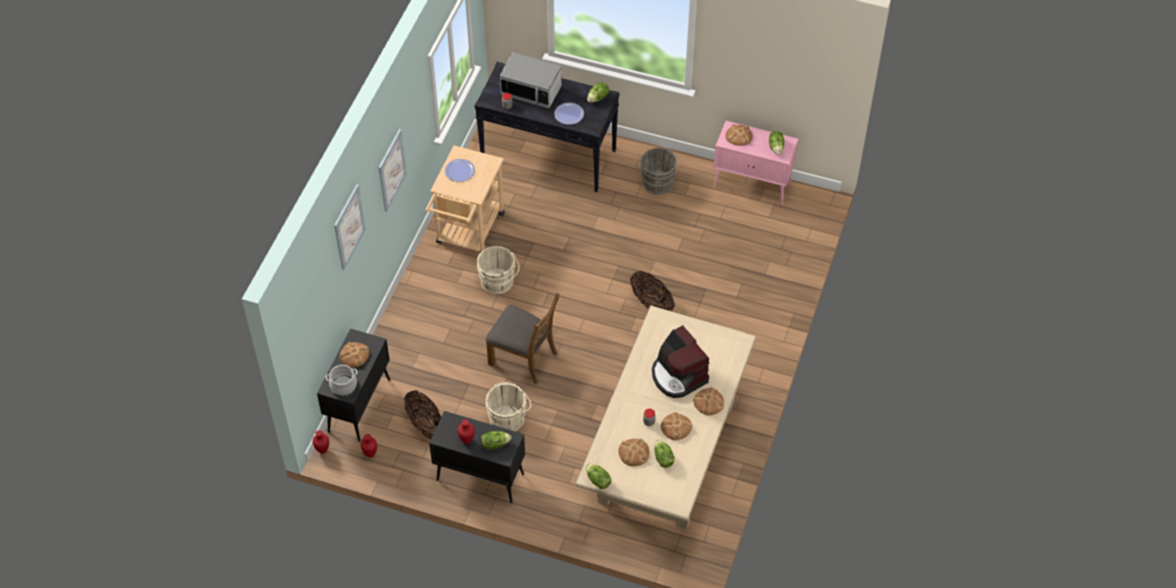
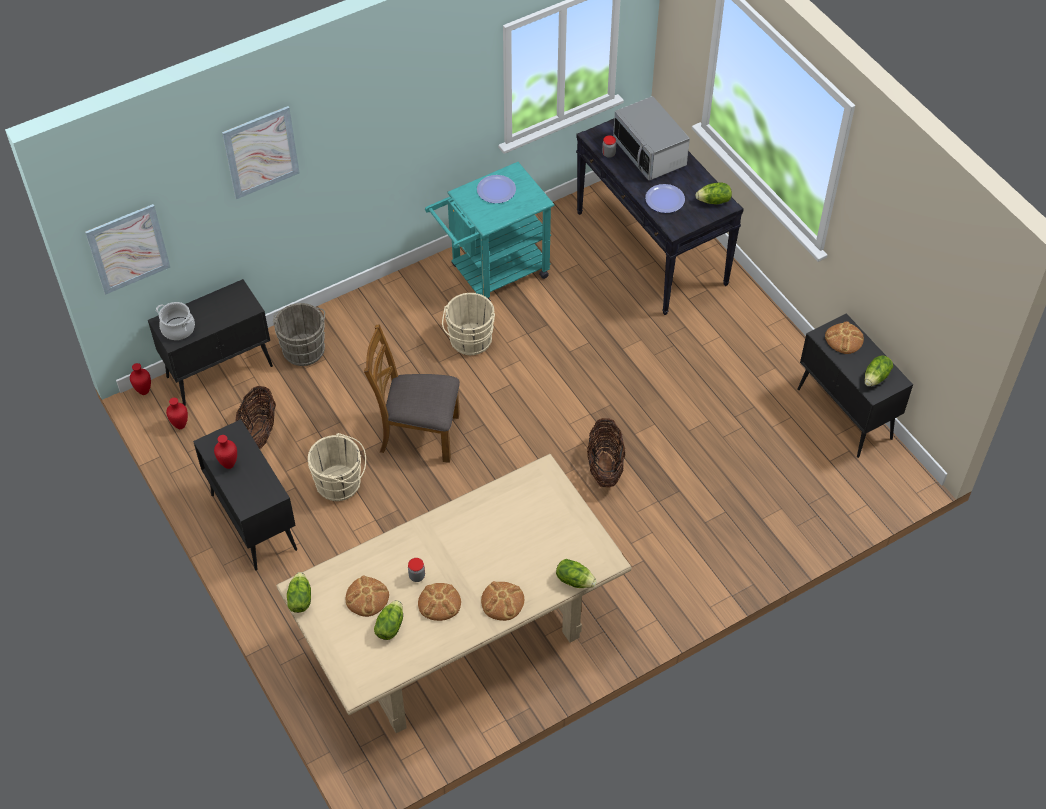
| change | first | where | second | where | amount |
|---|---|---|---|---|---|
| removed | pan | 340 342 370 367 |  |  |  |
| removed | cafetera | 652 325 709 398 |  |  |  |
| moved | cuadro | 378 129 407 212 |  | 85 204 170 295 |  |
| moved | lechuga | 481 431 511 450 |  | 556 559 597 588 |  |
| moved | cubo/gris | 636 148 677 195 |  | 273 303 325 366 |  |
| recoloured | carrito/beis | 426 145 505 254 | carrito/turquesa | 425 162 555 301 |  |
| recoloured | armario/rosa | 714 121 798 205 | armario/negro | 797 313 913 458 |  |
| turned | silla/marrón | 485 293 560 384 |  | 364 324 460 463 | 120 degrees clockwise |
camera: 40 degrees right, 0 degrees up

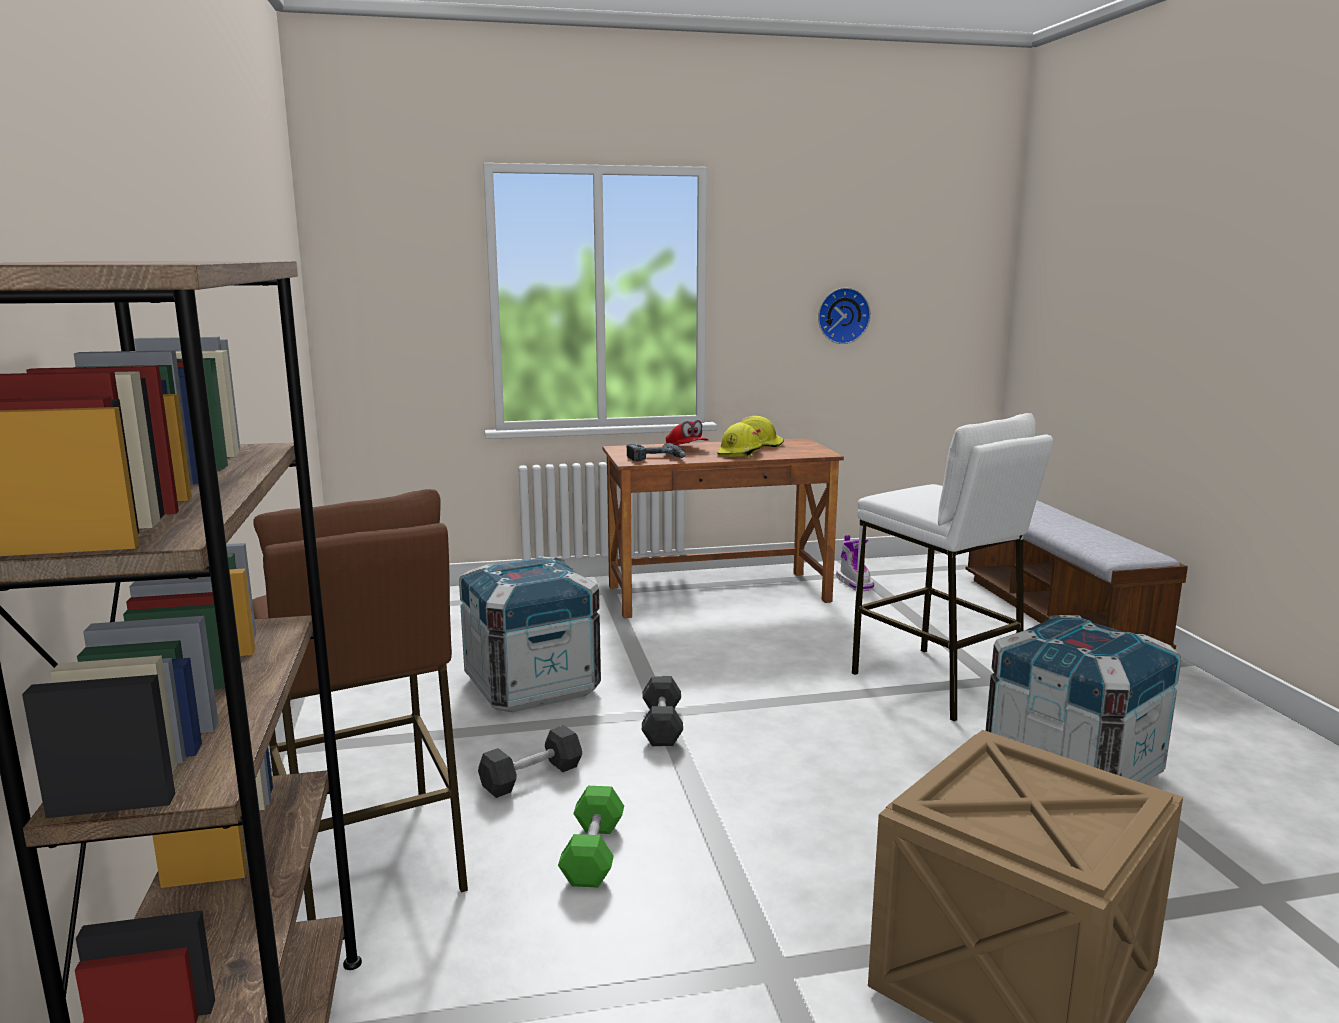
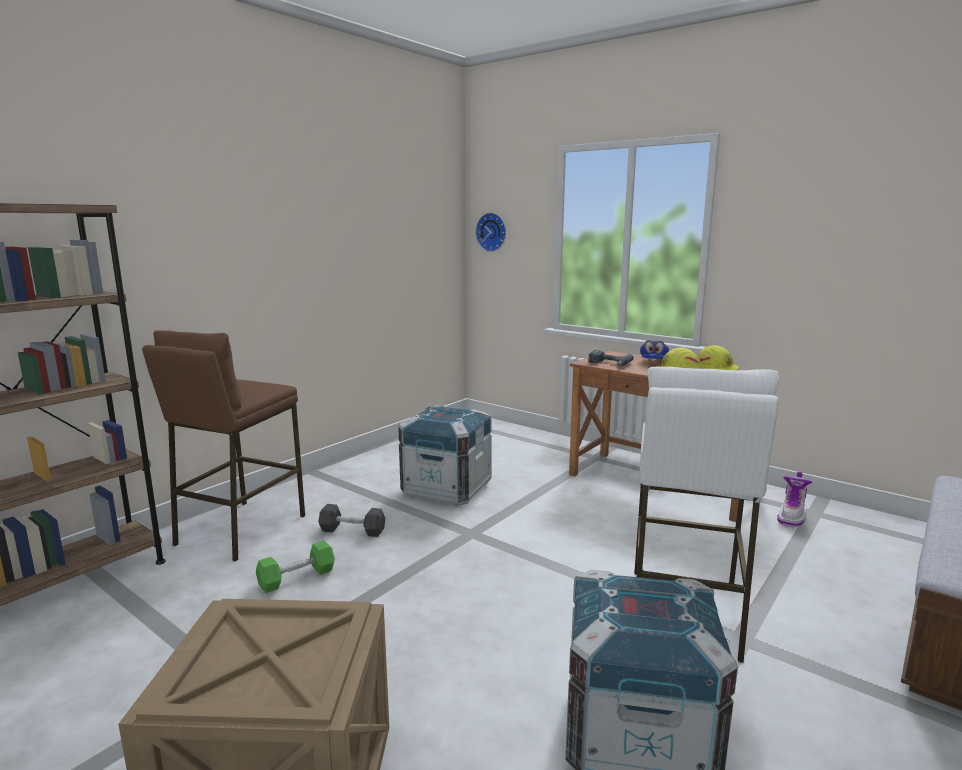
| change | first | where | second | where | amount |
|---|---|---|---|---|---|
| removed | mancuerna/gris | 642 676 683 746 |  |  |  |
| moved | reloj de pared | 818 288 871 344 |  | 476 213 506 252 |  |
| recoloured | gorra/rojo | 666 420 708 445 | gorra/azul | 640 340 669 359 |  |
camera: 50 degrees right, 0 degrees up

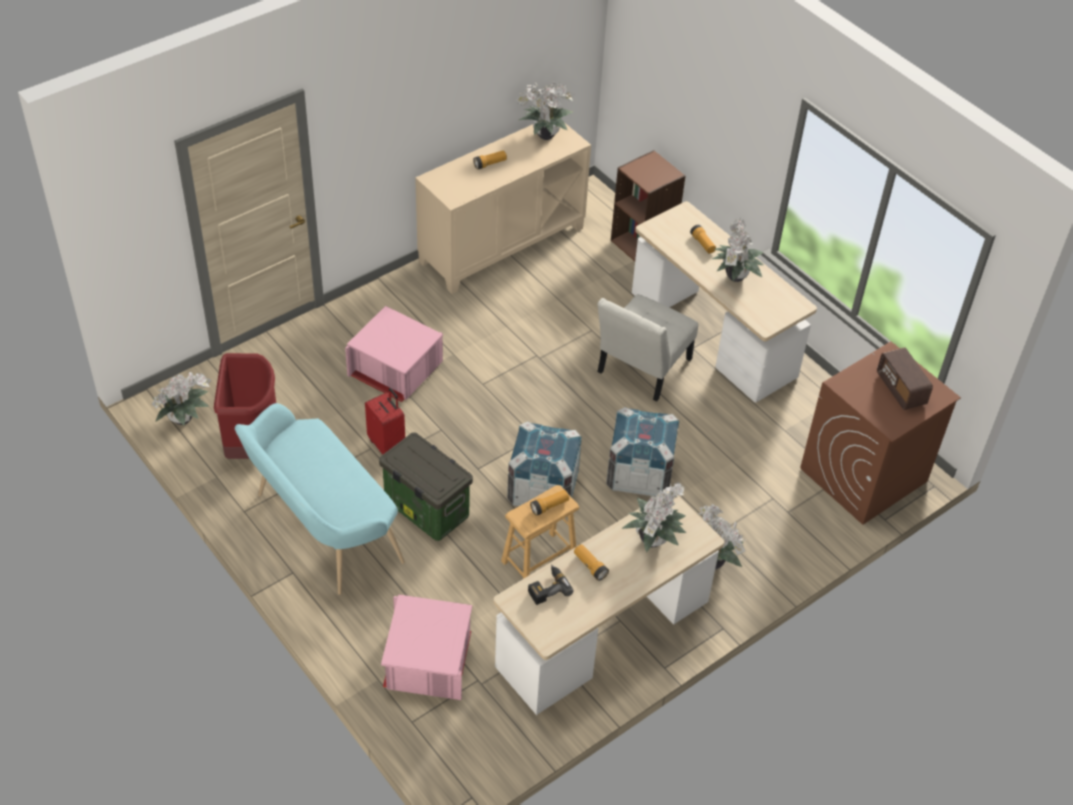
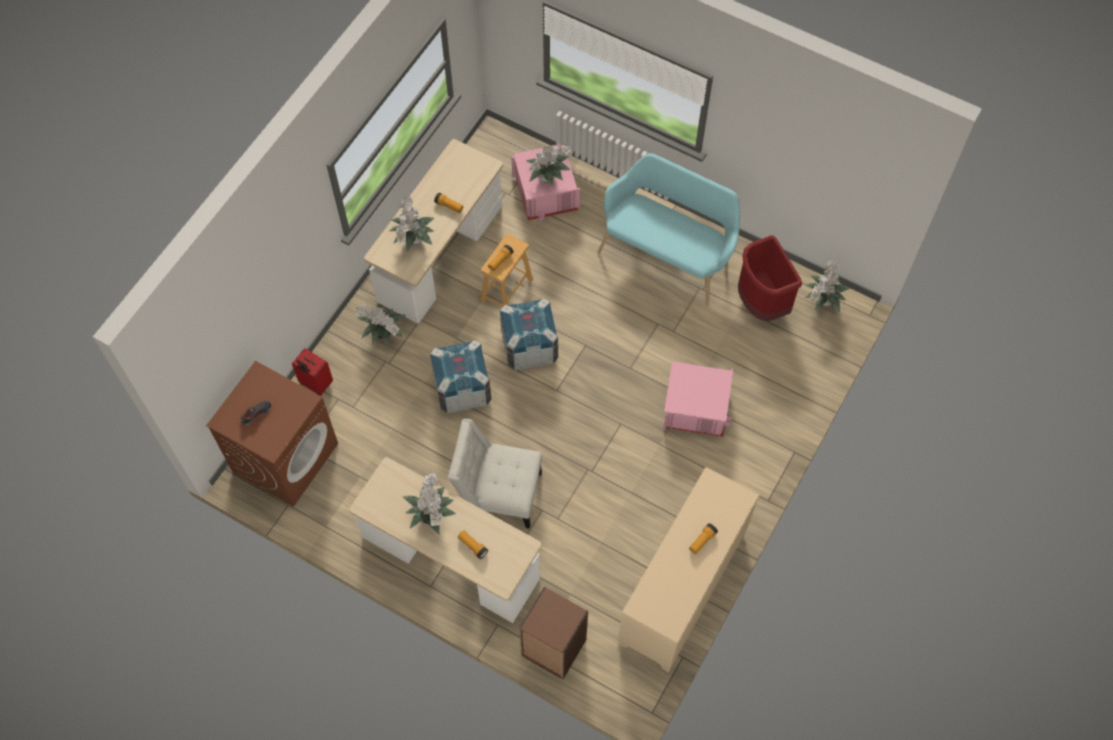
| change | first | where | second | where | amount |
|---|---|---|---|---|---|
| removed | caja de almacenaje | 379 432 473 541 |  |  |  |
| removed | taladro | 528 564 573 605 |  |  |  |
| moved | maleta/rojo | 365 388 405 455 |  | 292 348 333 396 |  |
| moved | planta en maceta | 515 81 574 140 |  | 526 144 574 186 |  |
| replaced | radio | 877 347 933 410 | zapato | 240 401 272 426 |  |
| turned | silla/blanco | 597 294 698 402 |  | 448 419 542 529 | 90 degrees counterclockwise |
camera: 160 degrees right, 15 degrees up

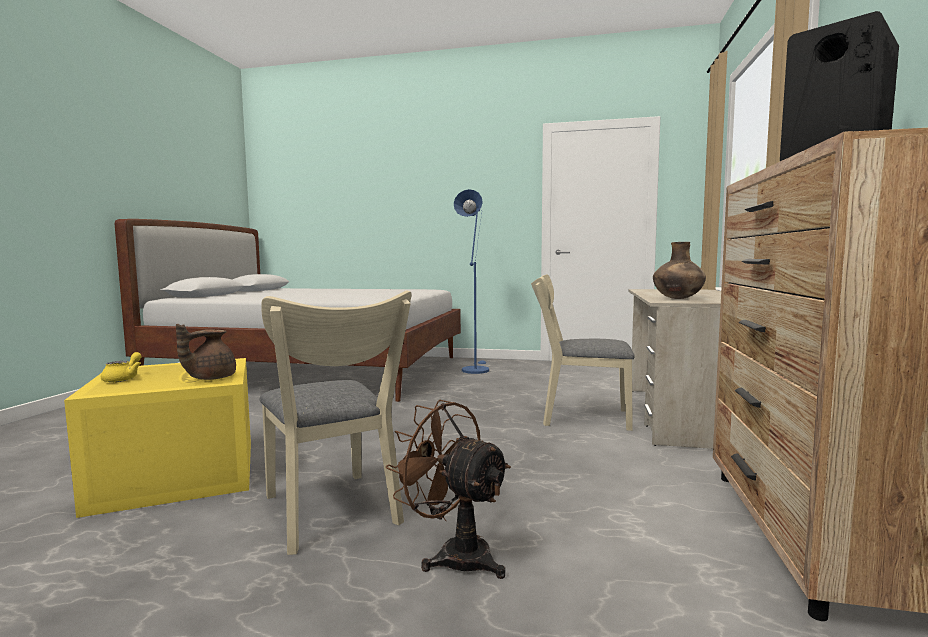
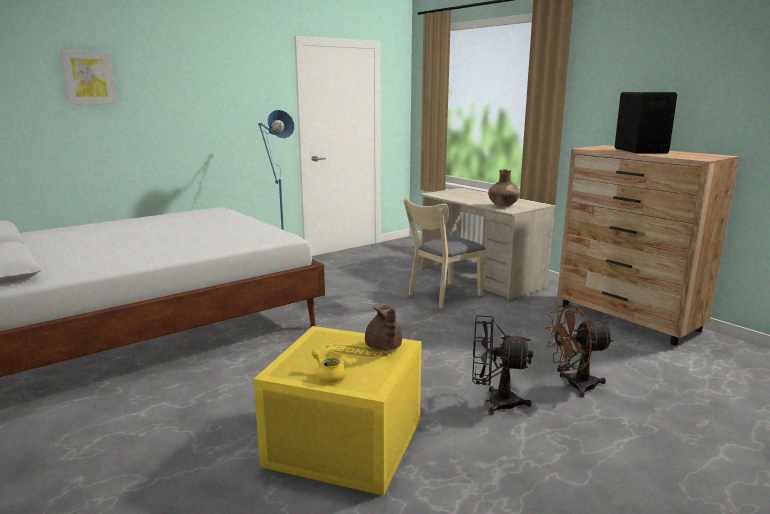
| change | first | where | second | where | amount |
|---|---|---|---|---|---|
| added |  |  | cuadro | 60 50 117 105 |  |
| replaced | silla/beis | 260 290 411 555 | ventilador/negro | 472 316 533 415 |  |
camera: 50 degrees left, 10 degrees up

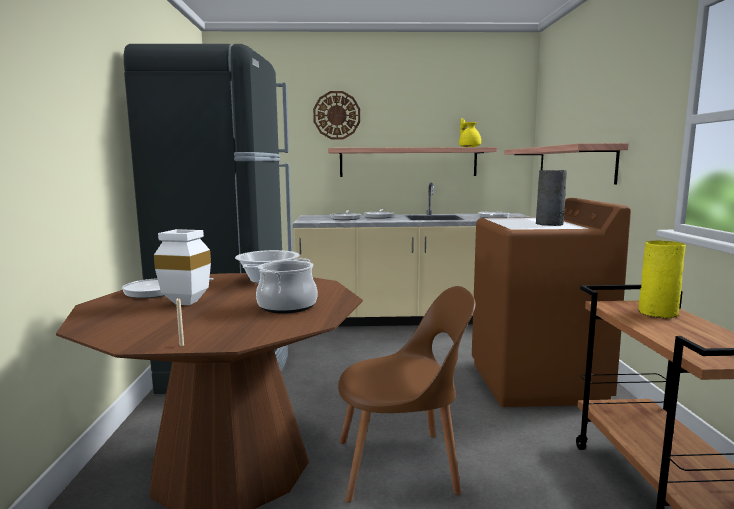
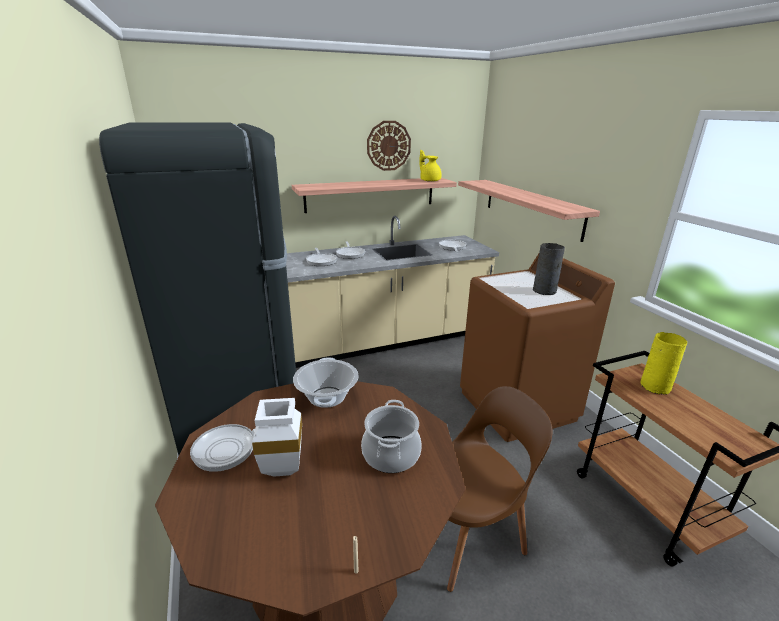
| change | first | where | second | where | amount |
|---|---|---|---|---|---|
| moved | reloj de pared | 313 91 360 139 |  | 367 121 411 171 |  |
camera: 20 degrees left, 15 degrees up

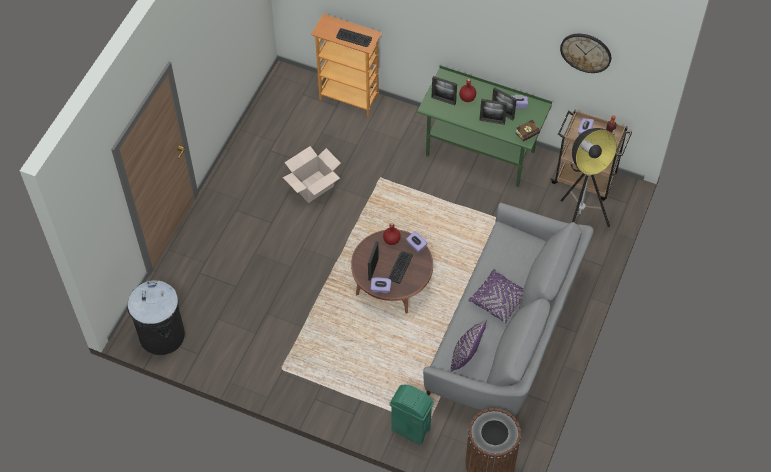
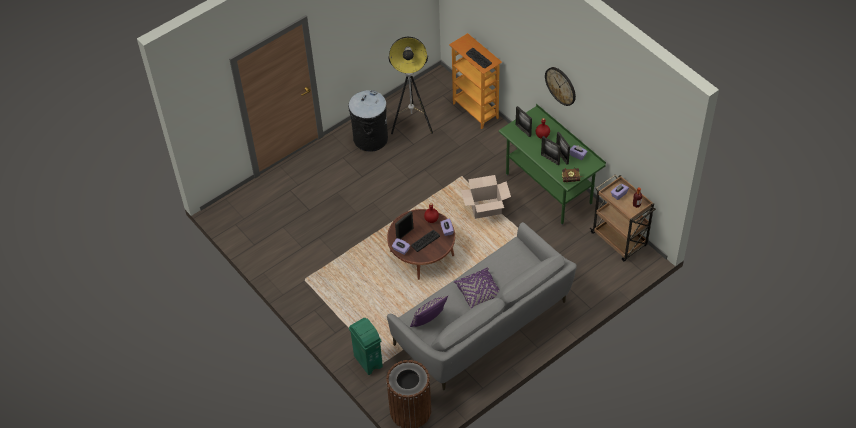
| change | first | where | second | where | amount |
|---|---|---|---|---|---|
| moved | papelera/negro | 127 280 185 355 |  | 348 90 388 152 |  |
| moved | caja de cartón | 283 146 341 203 |  | 461 175 511 219 |  |
| moved | reloj de pared | 560 34 611 73 |  | 545 67 576 106 |  |
| moved | lámpara de pie | 561 128 617 227 |  | 388 37 433 134 |  |
camera: 30 degrees right, 5 degrees down

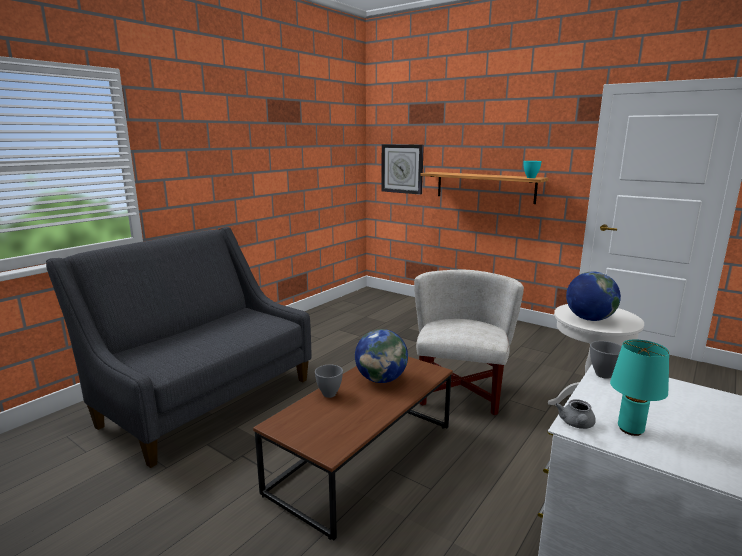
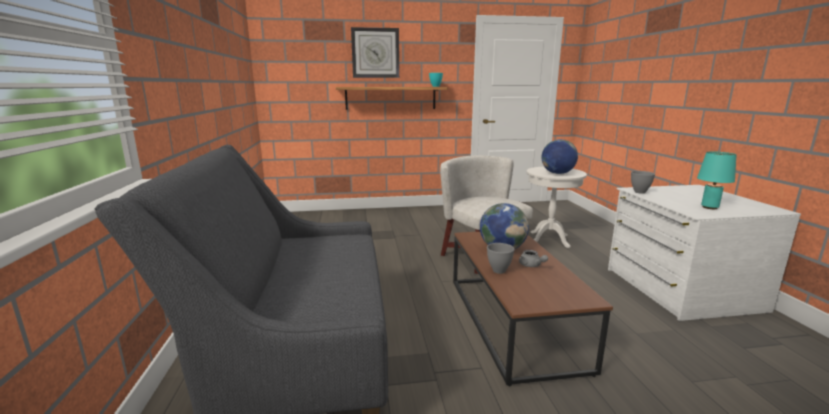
| change | first | where | second | where | amount |
|---|---|---|---|---|---|
| moved | reloj de pared | 381 144 424 195 |  | 351 27 399 78 |  |
| moved | tetera/gris | 555 399 596 429 |  | 519 250 548 267 |  |
camera: 45 degrees left, 0 degrees up

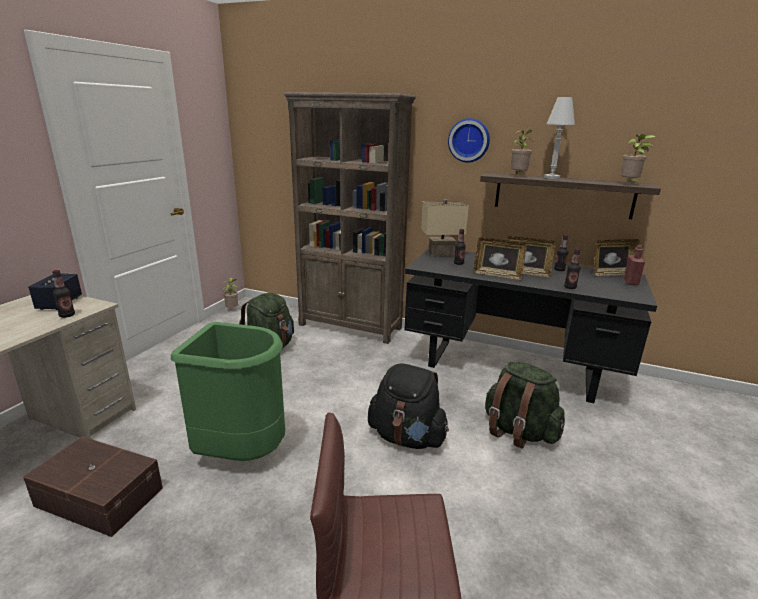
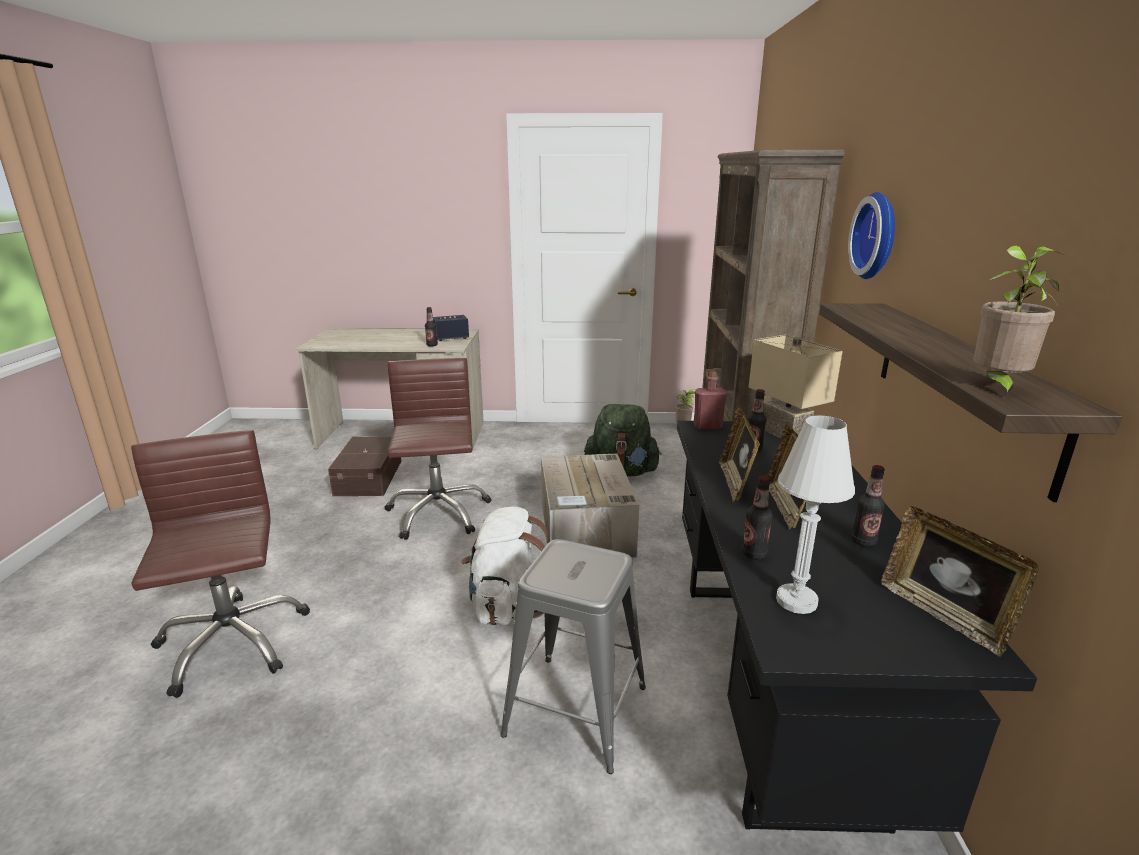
| change | first | where | second | where | amount |
|---|---|---|---|---|---|
| removed | planta en maceta | 511 130 532 174 |  |  |  |
| added |  |  | caja de cartón | 541 453 639 558 |  |
| moved | lámpara de mesa/blanco | 544 97 575 179 |  | 776 416 855 614 |  |
| moved | botella/rojo | 624 245 645 285 |  | 694 370 727 429 |  |
| replaced | papelera/verde | 171 322 285 461 | silla de oficina/marrón | 384 358 491 540 |  |
| replaced | mochila/verde | 485 362 565 449 | taburete/gris | 500 539 646 774 |  |
| recoloured | mochila/negro | 368 363 449 449 | mochila/blanco | 461 507 549 625 |  |
camera: 70 degrees right, 0 degrees up

